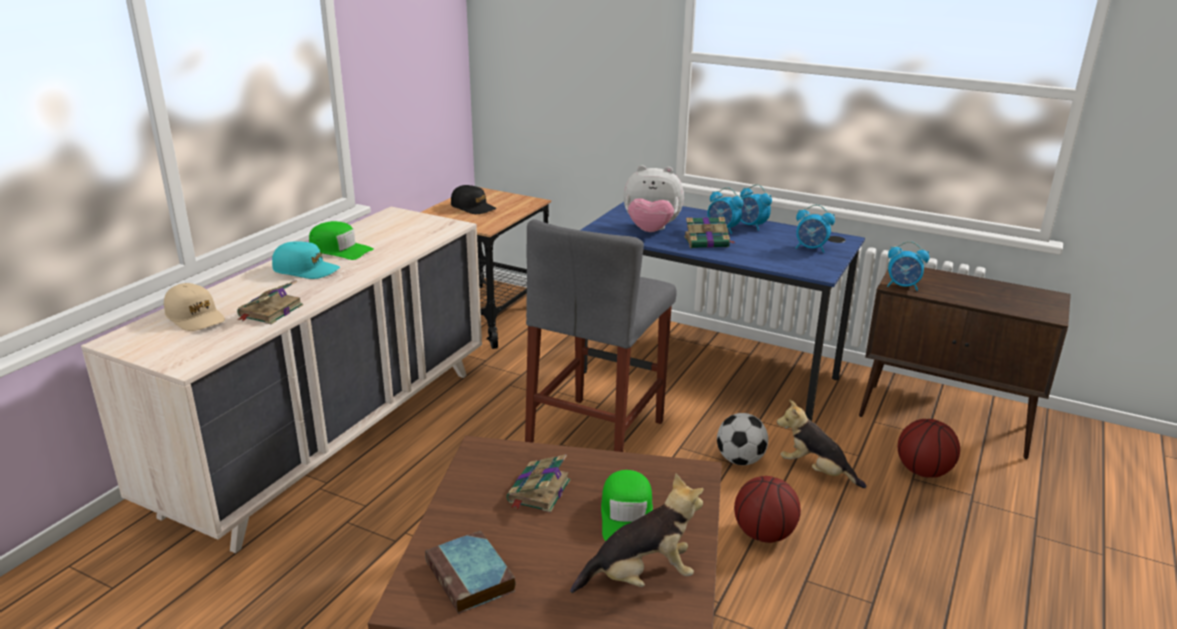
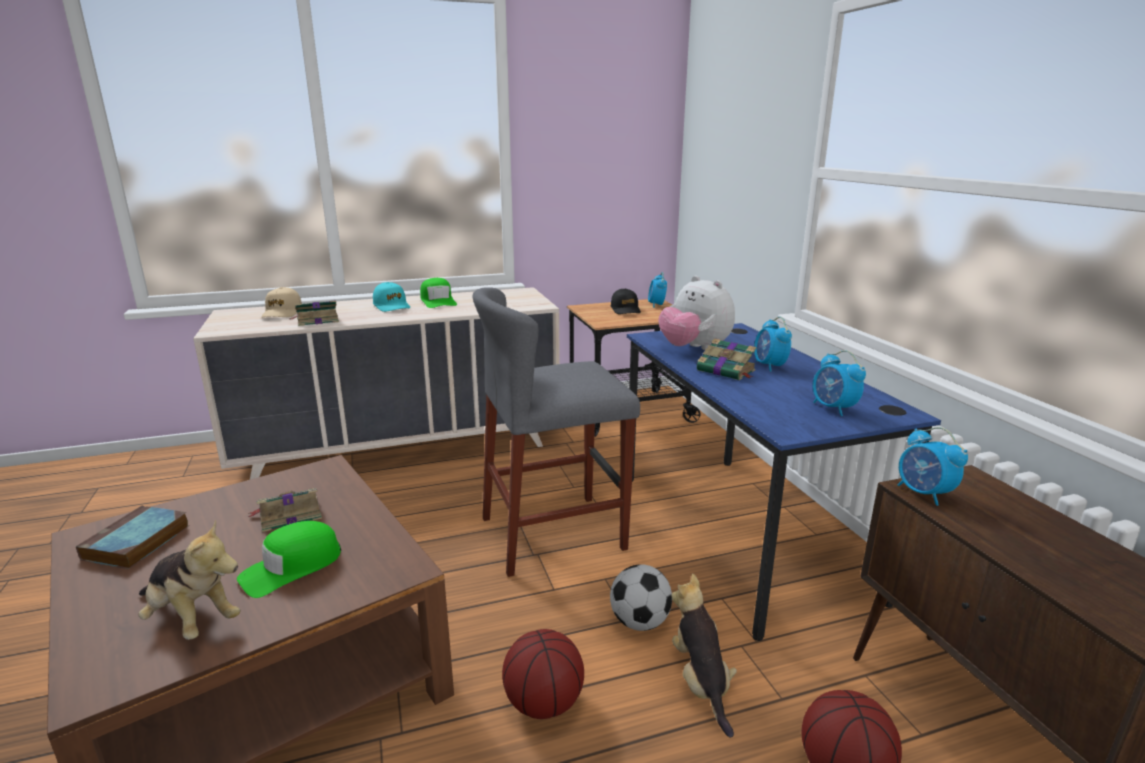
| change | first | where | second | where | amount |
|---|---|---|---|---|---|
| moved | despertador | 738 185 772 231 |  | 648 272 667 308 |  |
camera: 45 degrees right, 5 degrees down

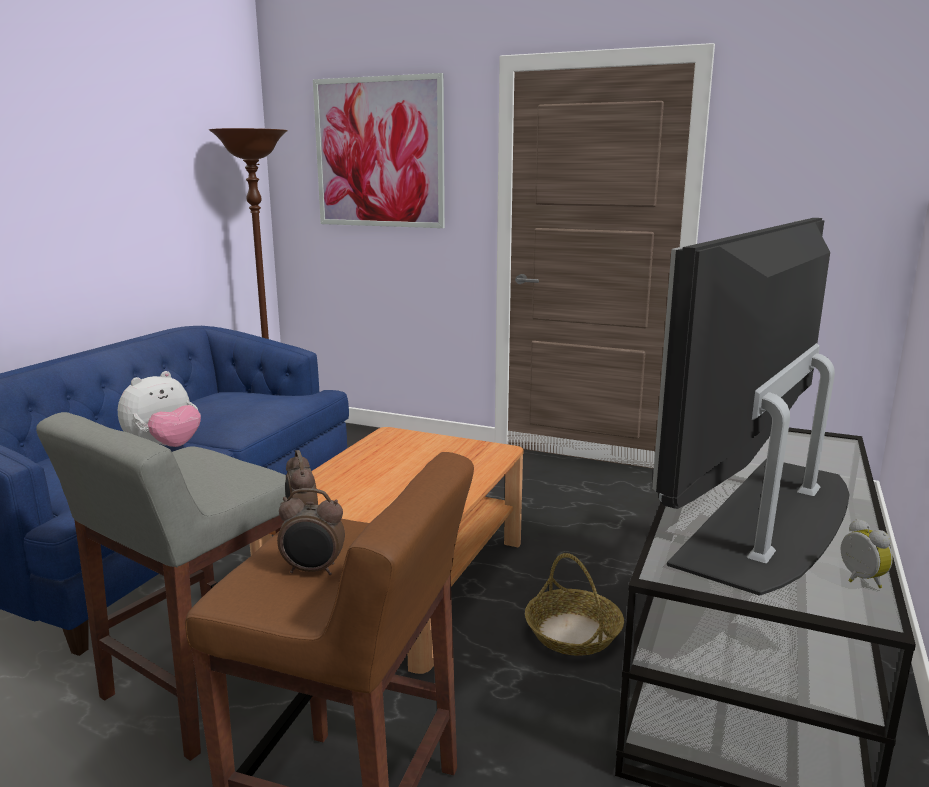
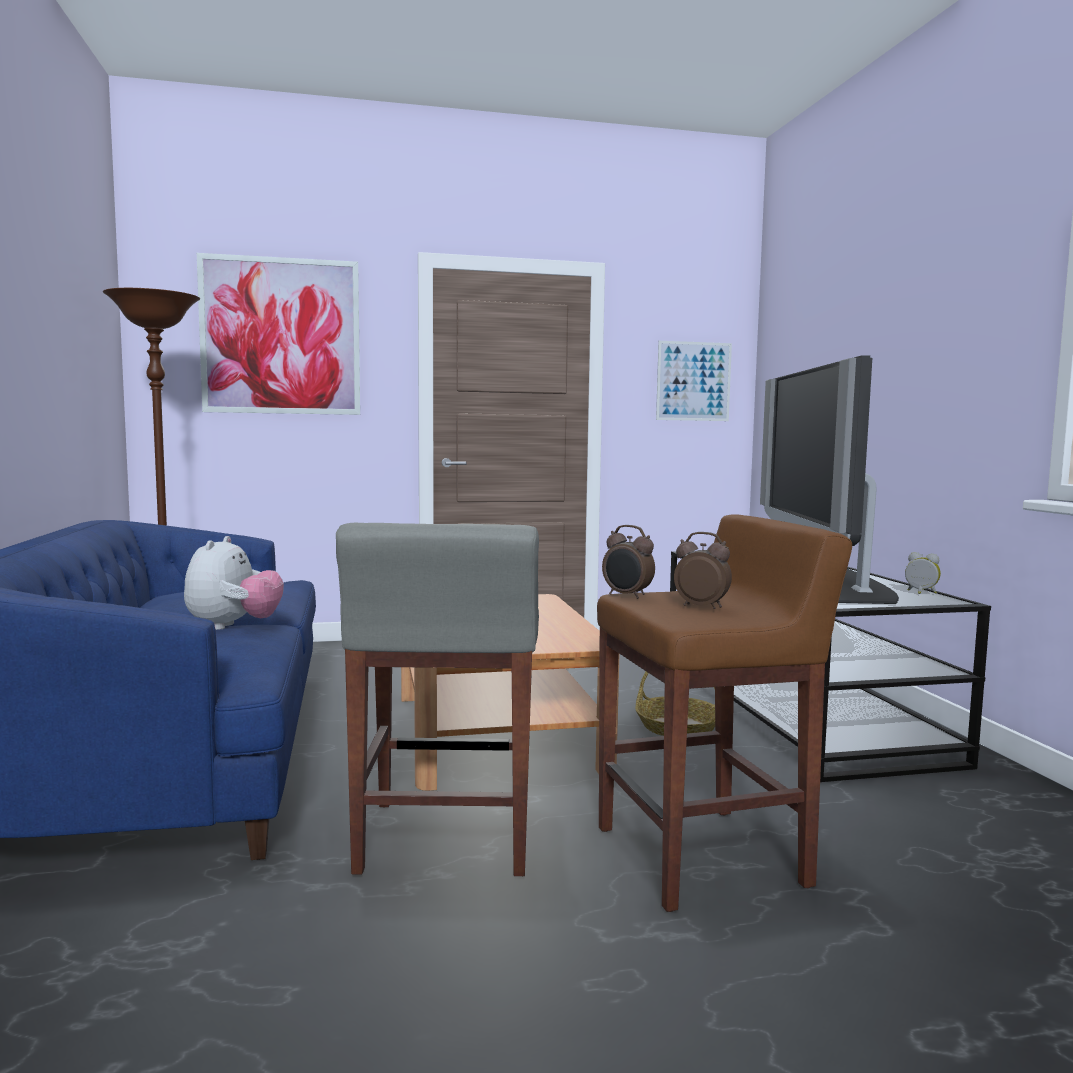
| change | first | where | second | where | amount |
|---|---|---|---|---|---|
| added |  |  | cuadro | 656 341 732 421 |  |
| turned | despertador | 277 488 345 575 |  | 674 532 732 609 | 120 degrees counterclockwise |
camera: 35 degrees left, 10 degrees down

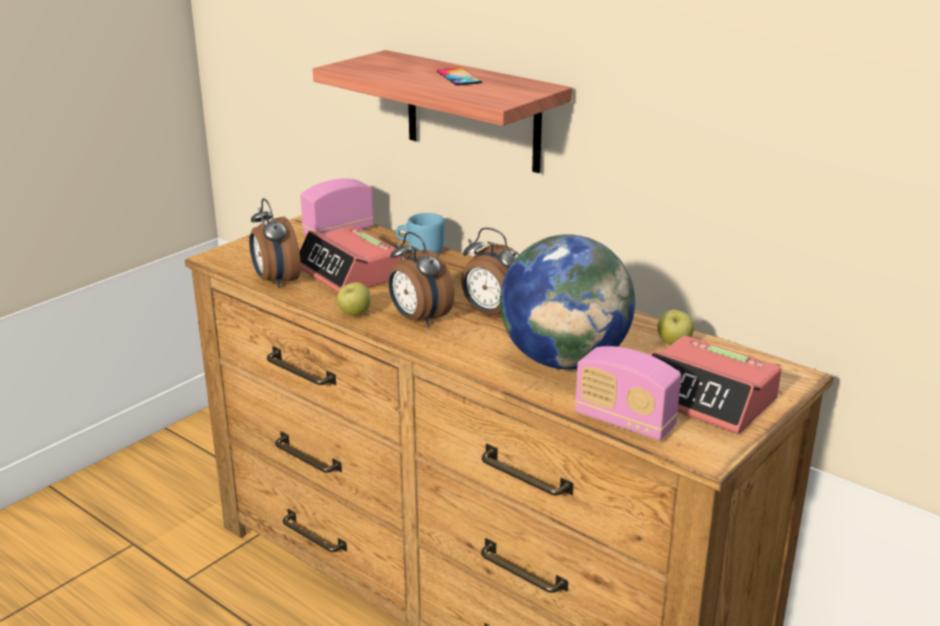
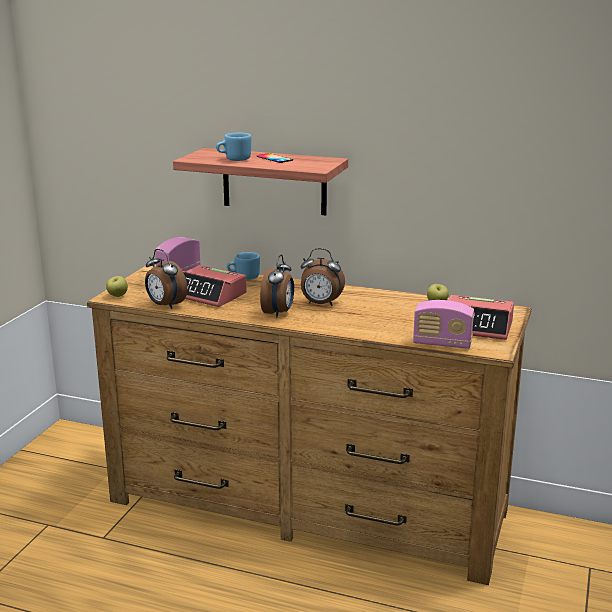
| change | first | where | second | where | amount |
|---|---|---|---|---|---|
| removed | globo terráqueo | 500 234 635 369 |  |  |  |
| added |  |  | taza grande/azul | 216 133 251 161 |  |
| moved | manzana | 337 282 371 316 |  | 106 276 128 297 |  |
| turned | despertador | 388 232 454 327 |  | 260 255 294 318 | 105 degrees counterclockwise |
camera: 20 degrees left, 5 degrees down

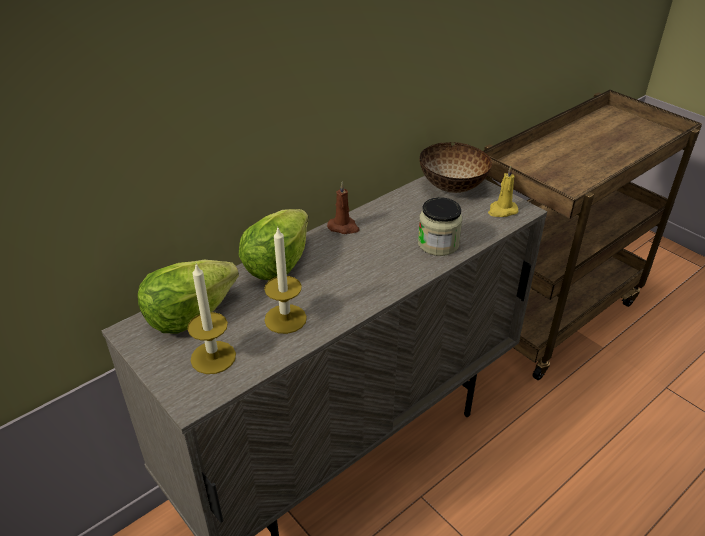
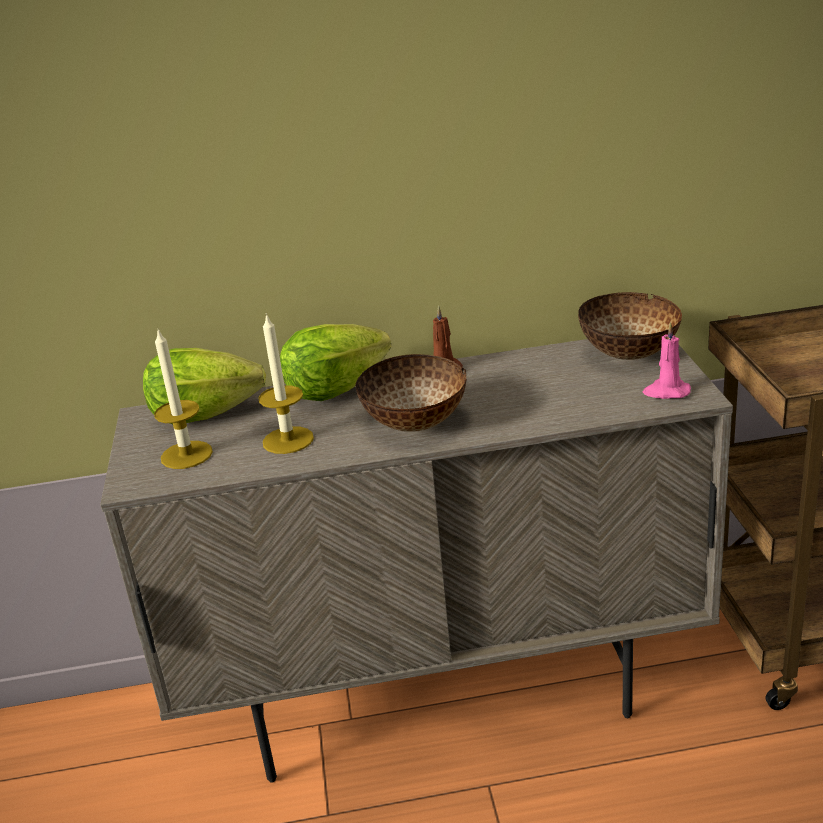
| change | first | where | second | where | amount |
|---|---|---|---|---|---|
| removed | tarro | 418 197 463 256 |  |  |  |
| added |  |  | cuenco | 355 354 467 432 |  |
| recoloured | vela/amarillo | 488 166 518 217 | vela/rosa | 643 322 691 399 |  |
camera: 35 degrees right, 10 degrees down

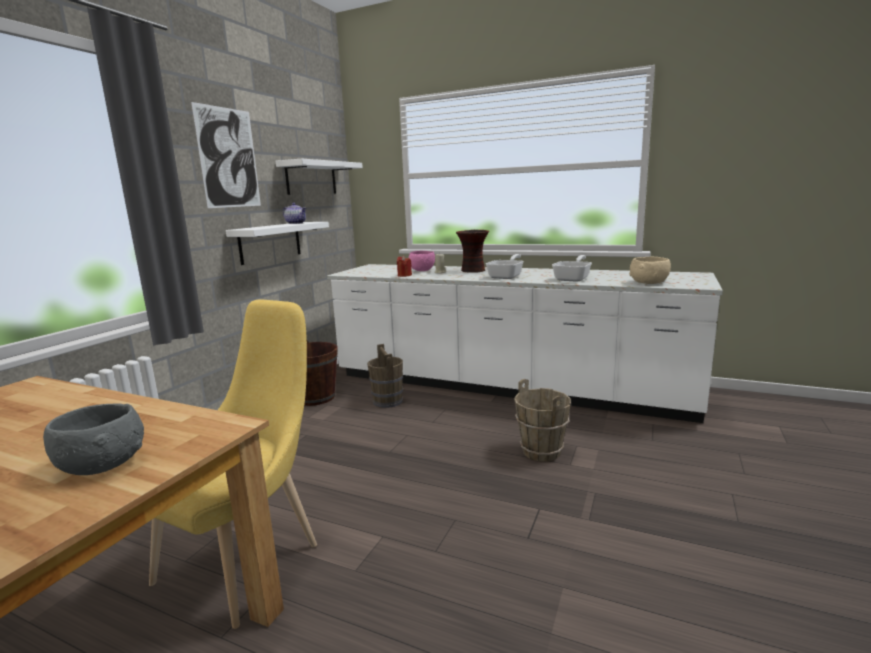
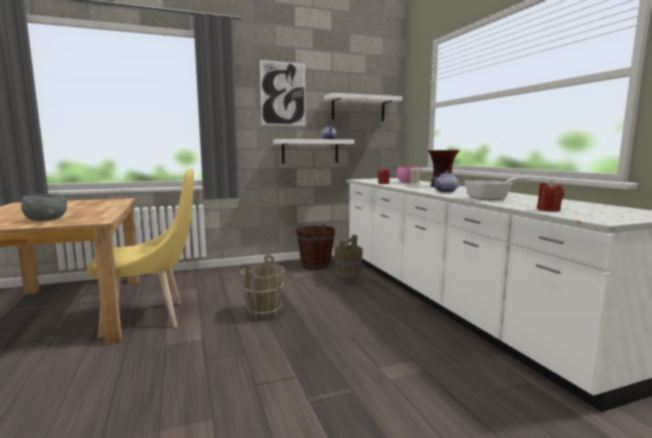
| change | first | where | second | where | amount |
|---|---|---|---|---|---|
| moved | cubo/marrón | 514 379 571 462 |  | 241 255 285 320 |  |
| replaced | sartén | 486 254 524 279 | tetera | 432 171 462 192 |  |
| replaced | cuenco/beis | 629 257 671 284 | vela/rojo | 537 180 564 212 |  |
camera: 45 degrees right, 5 degrees down

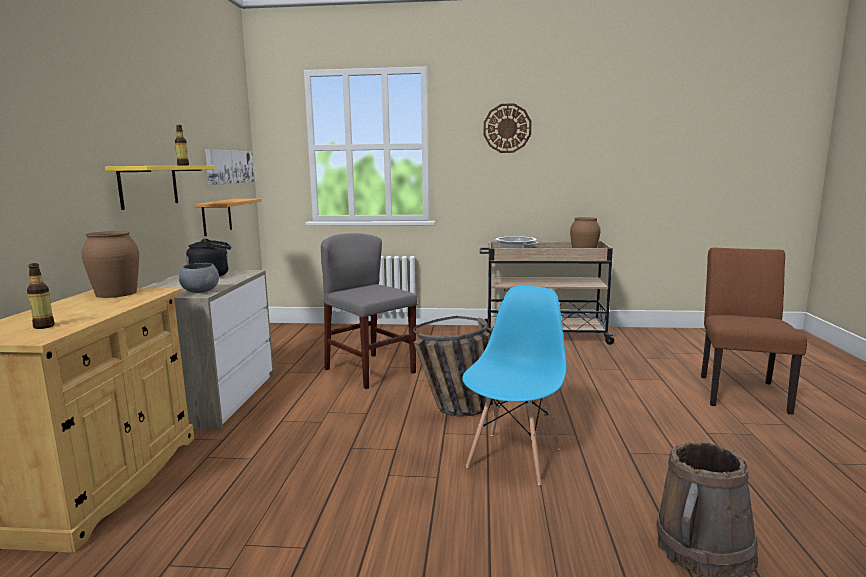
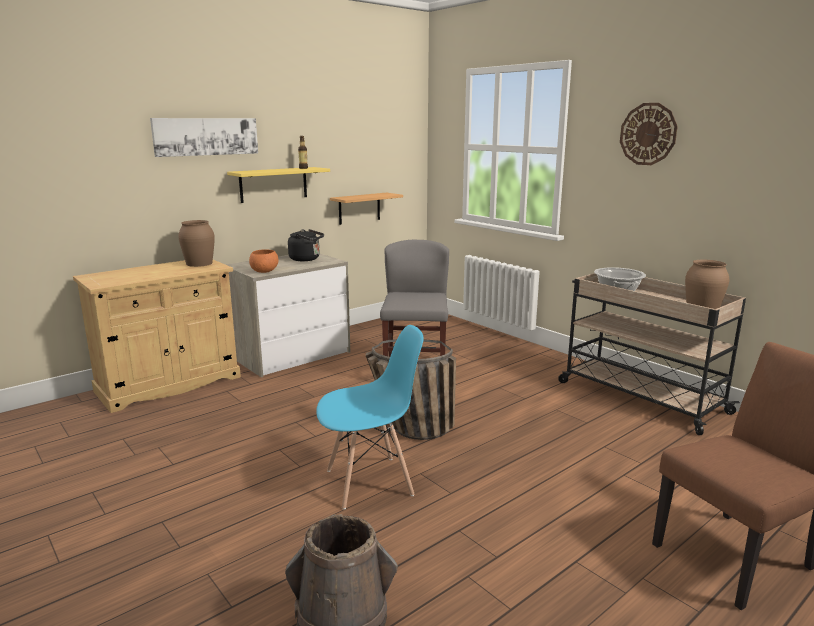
| change | first | where | second | where | amount |
|---|---|---|---|---|---|
| removed | botella | 27 263 55 329 |  |  |  |
| moved | cuadro | 205 149 255 185 |  | 150 118 258 157 |  |
| recoloured | cuenco/gris | 179 263 219 293 | cuenco/naranja | 249 249 279 273 |  |
camera: 45 degrees right, 5 degrees up

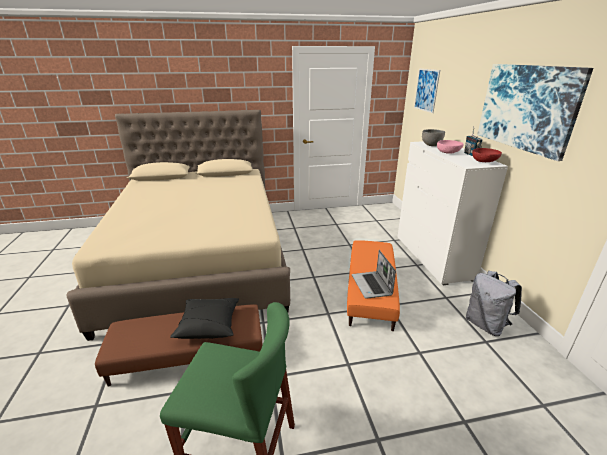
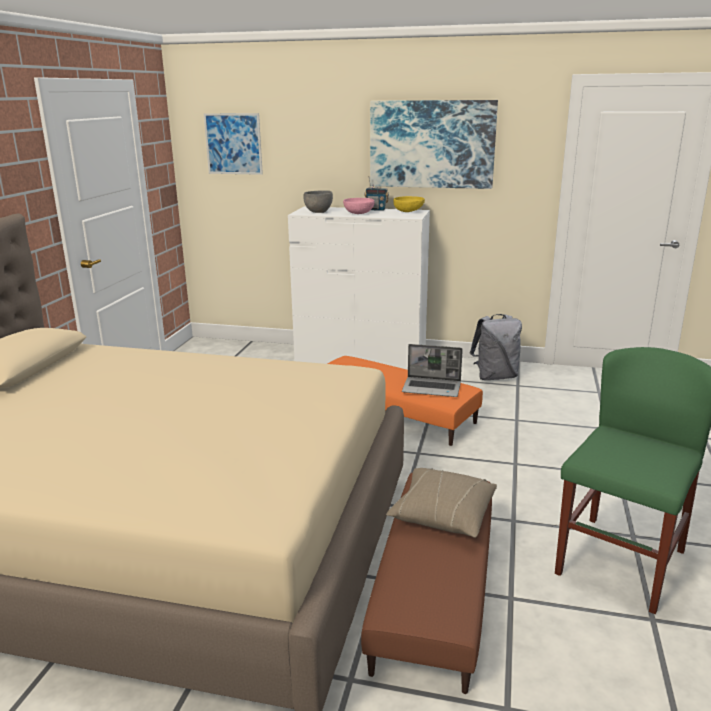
| change | first | where | second | where | amount |
|---|---|---|---|---|---|
| recoloured | cojín/negro | 170 298 239 339 | cojín/beis | 386 468 497 538 |  |
| recoloured | cuenco/rojo | 472 148 502 162 | cuenco/amarillo | 393 196 425 212 |  |
camera: 65 degrees left, 5 degrees down

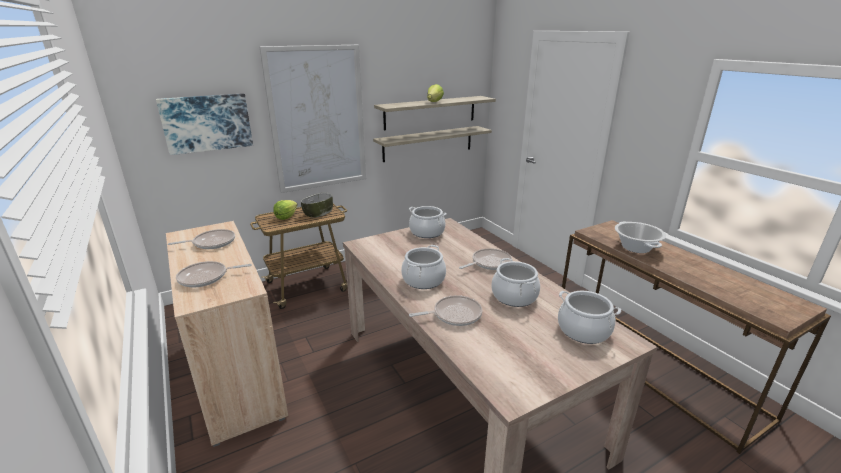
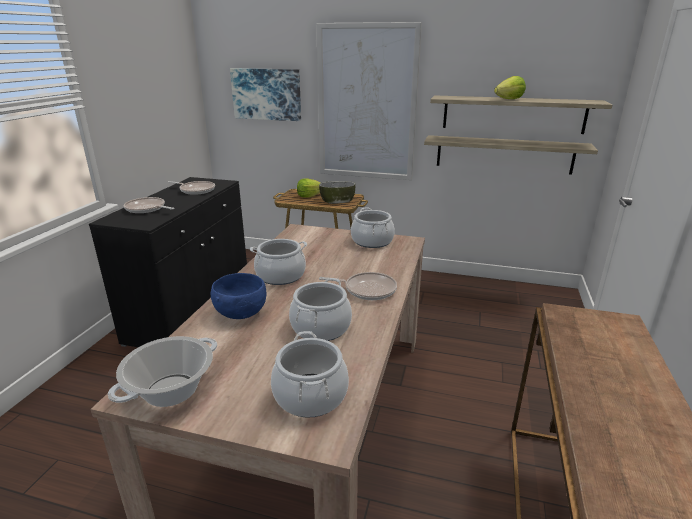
| change | first | where | second | where | amount |
|---|---|---|---|---|---|
| moved | olla | 615 222 666 253 |  | 107 336 217 407 |  |
| replaced | sartén | 409 295 483 326 | cuenco/azul | 211 273 266 319 |  |
| recoloured | armario/beis | 166 221 288 447 | armario/negro | 89 177 247 347 |  |
camera: 45 degrees right, 0 degrees up

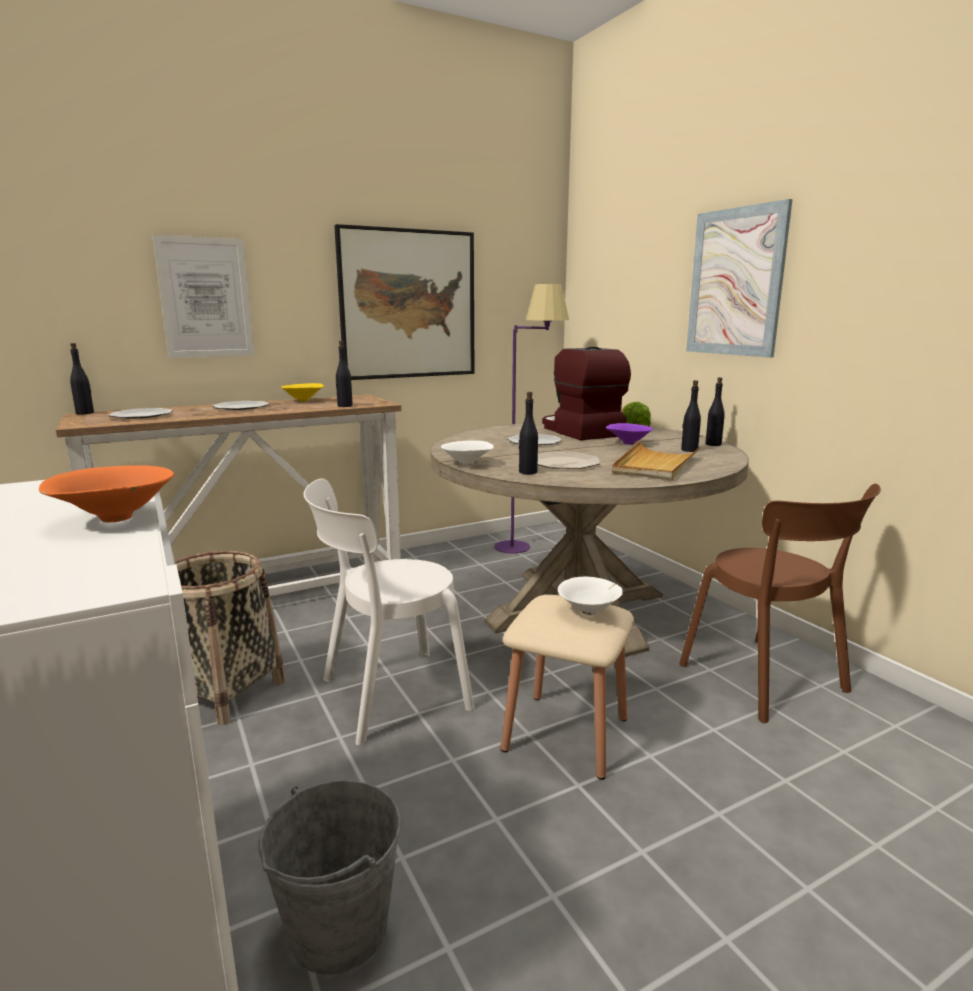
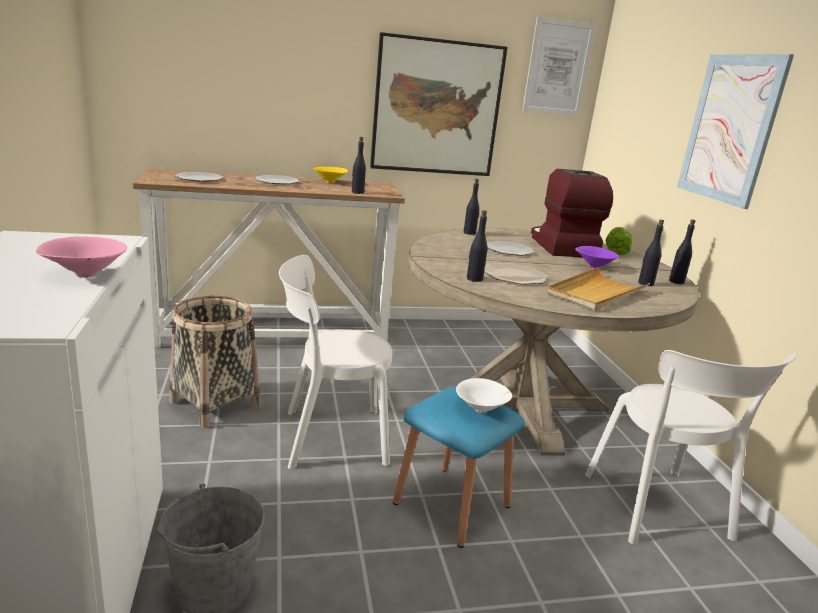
| change | first | where | second | where | amount |
|---|---|---|---|---|---|
| removed | cuenco/blanco | 441 441 494 466 |  |  |  |
| removed | lámpara de pie/morado | 494 284 569 554 |  |  |  |
| moved | botella/negro | 70 343 94 414 |  | 464 179 479 235 |  |
| moved | cuadro | 152 235 254 358 |  | 522 17 596 116 |  |
| recoloured | cuenco/naranja | 39 465 174 522 | cuenco/rosa | 36 236 127 278 |  |
| recoloured | taburete/beis | 501 595 634 780 | taburete/azul | 393 386 525 548 |  |
| recoloured | silla/marrón | 679 484 881 723 | silla/blanco | 585 350 797 544 |  |
camera: 15 degrees right, 5 degrees up

